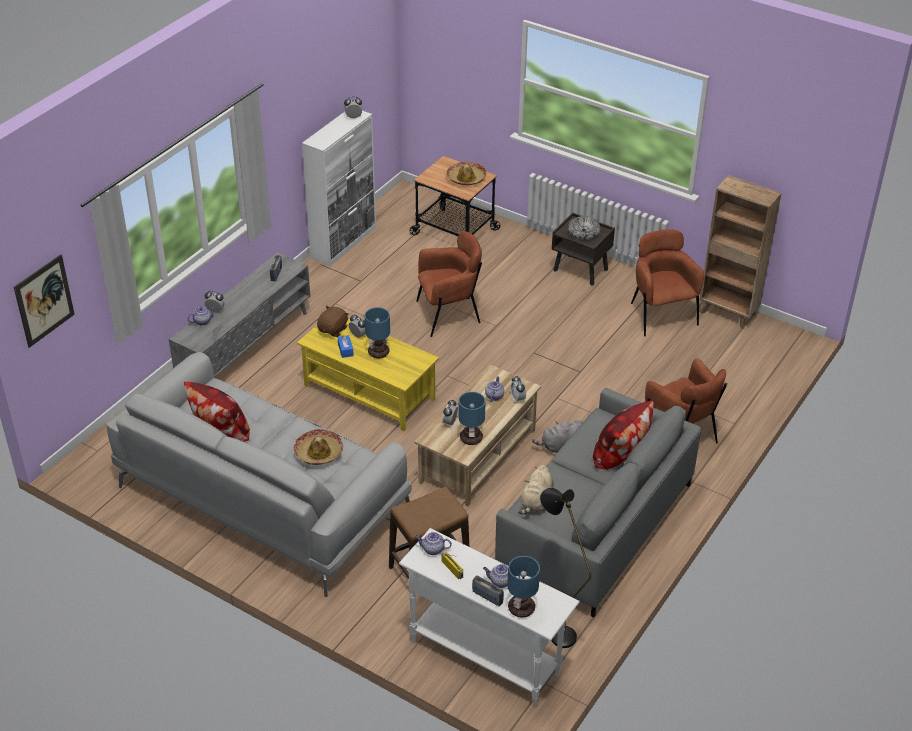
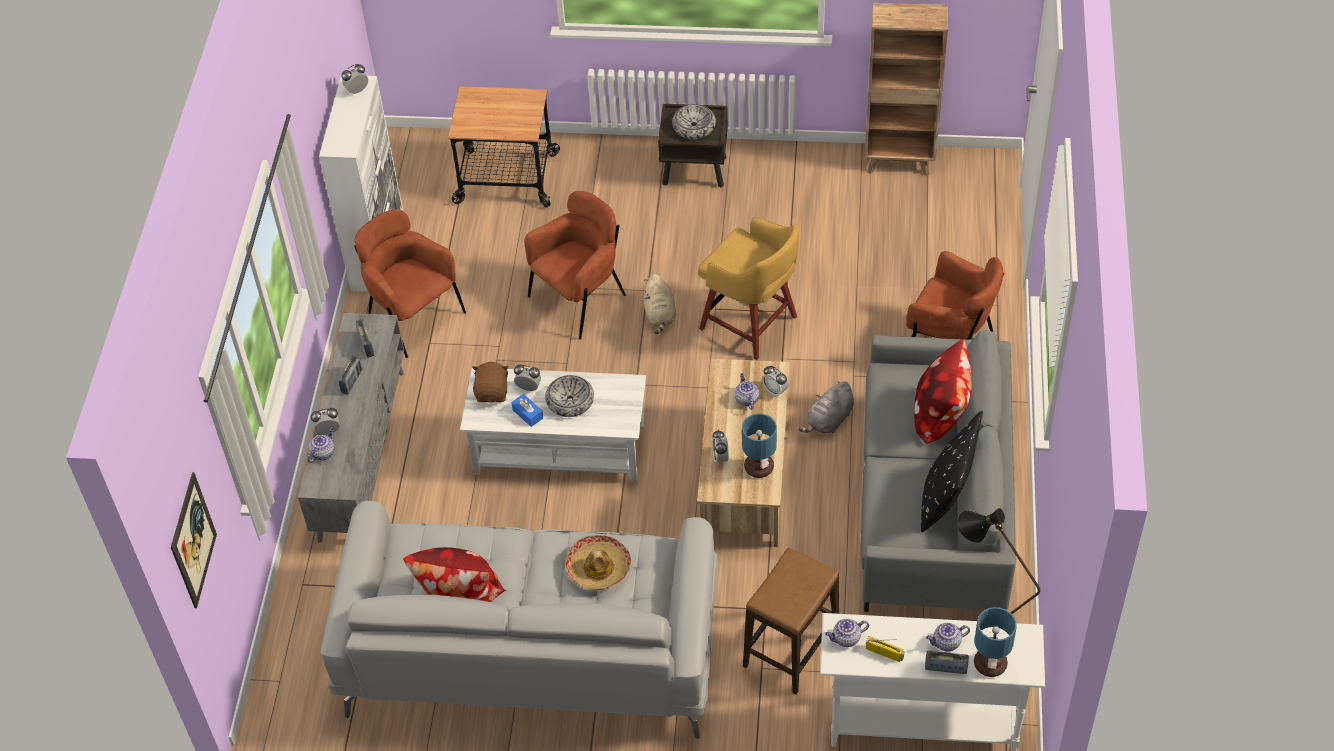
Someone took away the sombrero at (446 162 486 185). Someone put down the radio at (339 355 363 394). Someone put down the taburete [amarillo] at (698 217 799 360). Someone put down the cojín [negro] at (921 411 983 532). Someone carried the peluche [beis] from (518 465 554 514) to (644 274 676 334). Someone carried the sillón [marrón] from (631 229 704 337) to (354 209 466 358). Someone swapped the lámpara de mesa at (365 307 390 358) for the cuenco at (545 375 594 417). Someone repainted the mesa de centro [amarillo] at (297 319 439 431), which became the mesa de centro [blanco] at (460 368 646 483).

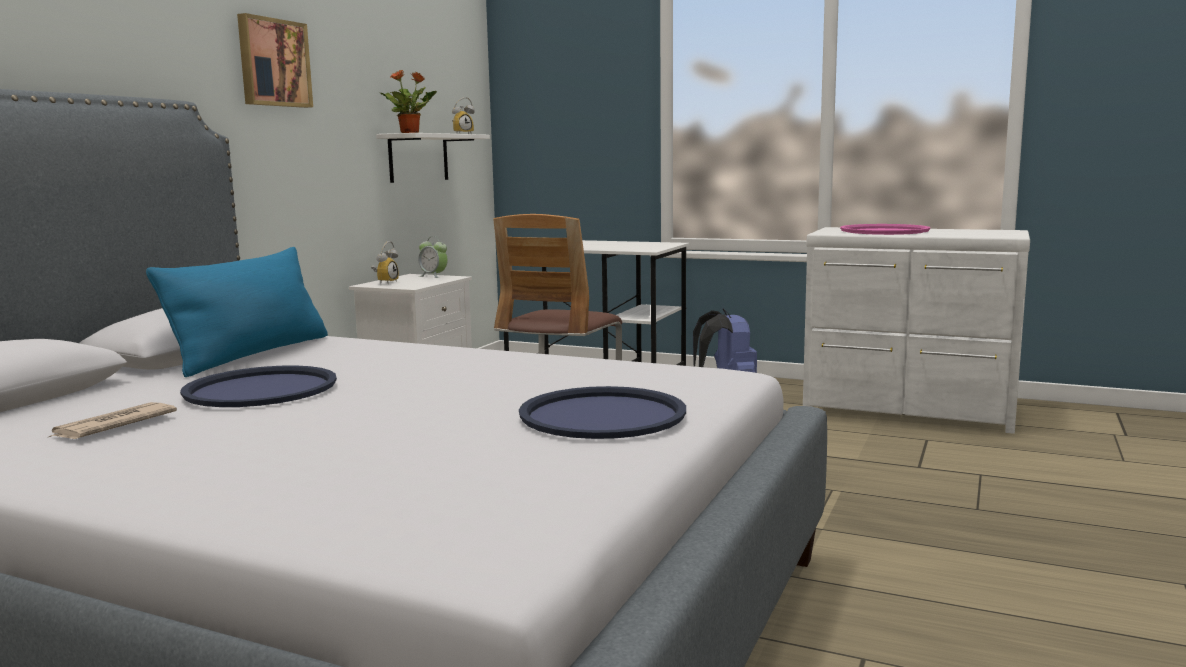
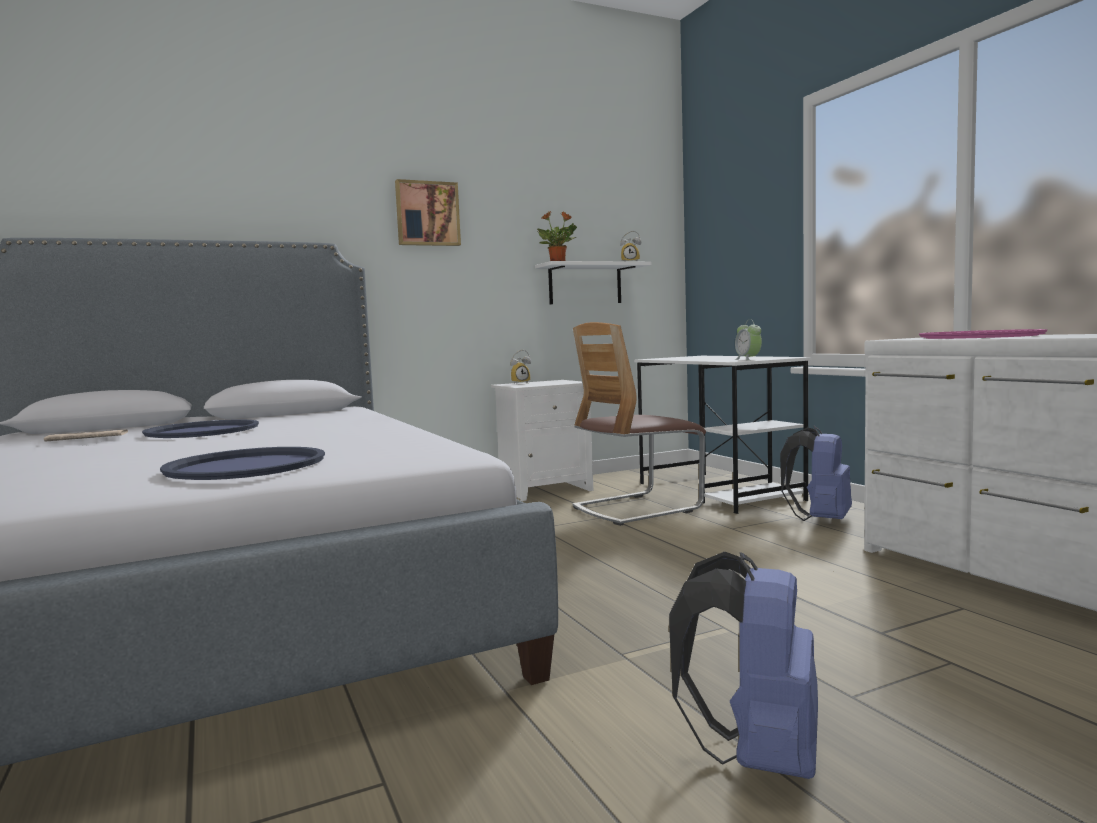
Someone took away the cojín [azul] at (146 247 328 377). Someone put down the mochila [azul] at (669 551 818 779). Someone carried the despertador from (418 236 448 278) to (735 320 762 360).

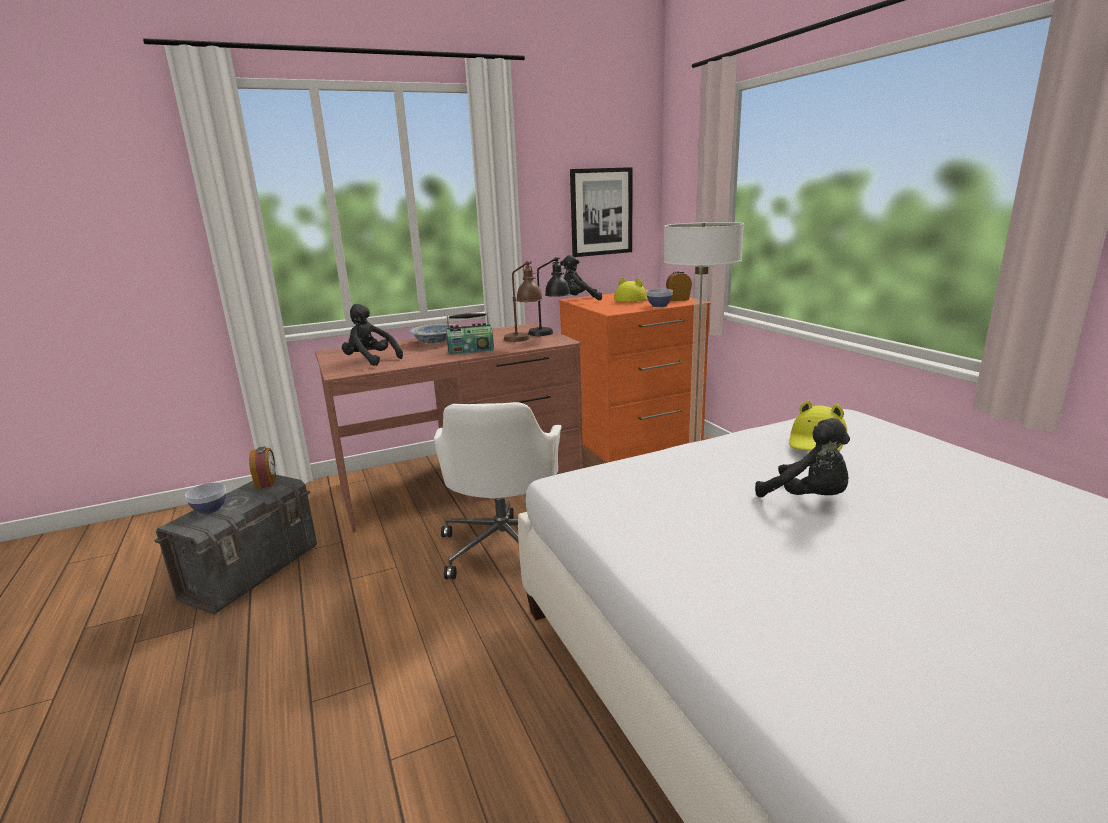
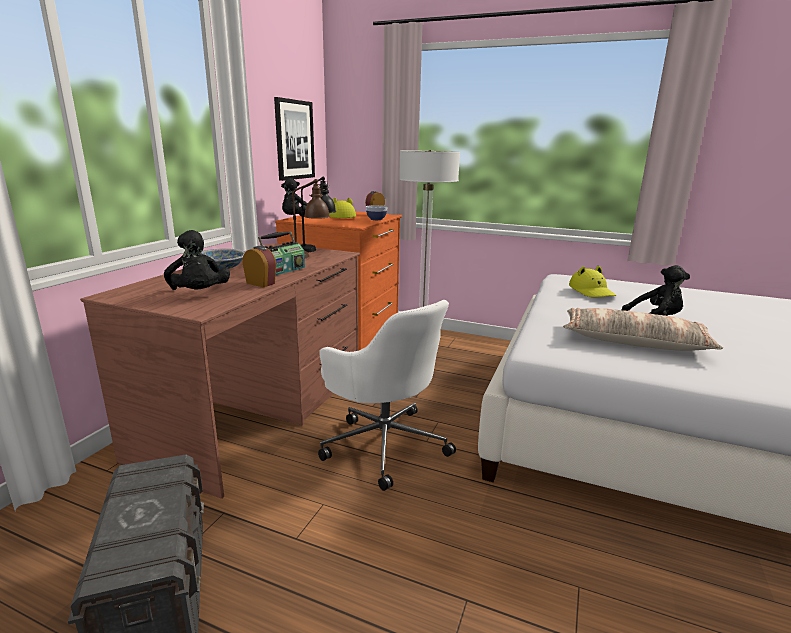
Someone took away the cuenco at (185 482 226 514). Someone put down the cojín at (563 308 723 351). Someone carried the despertador from (249 446 276 489) to (242 246 276 287). Someone rotated the peluche [negro] at (342 304 403 366) by 105 degrees counterclockwise.

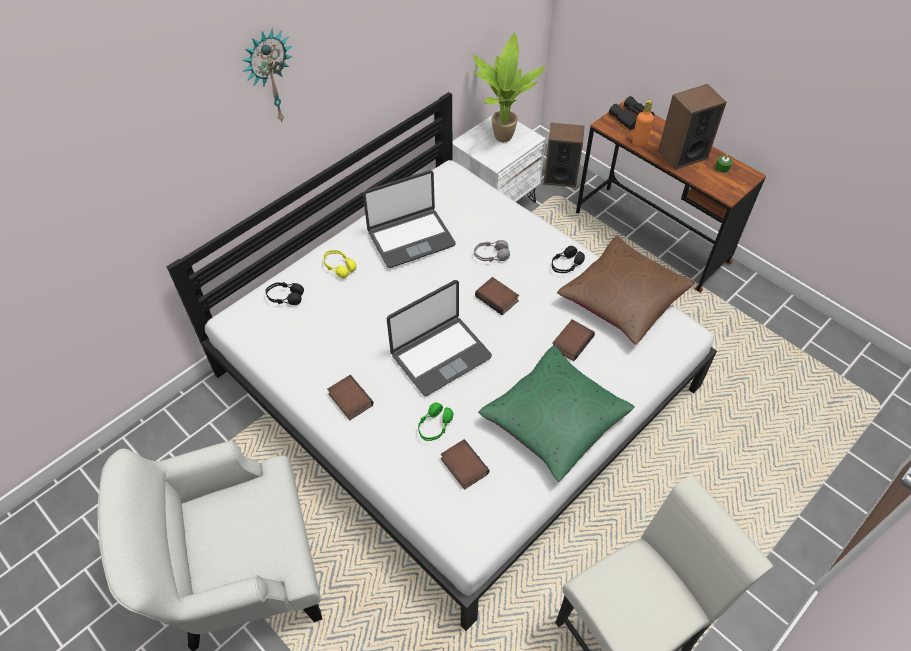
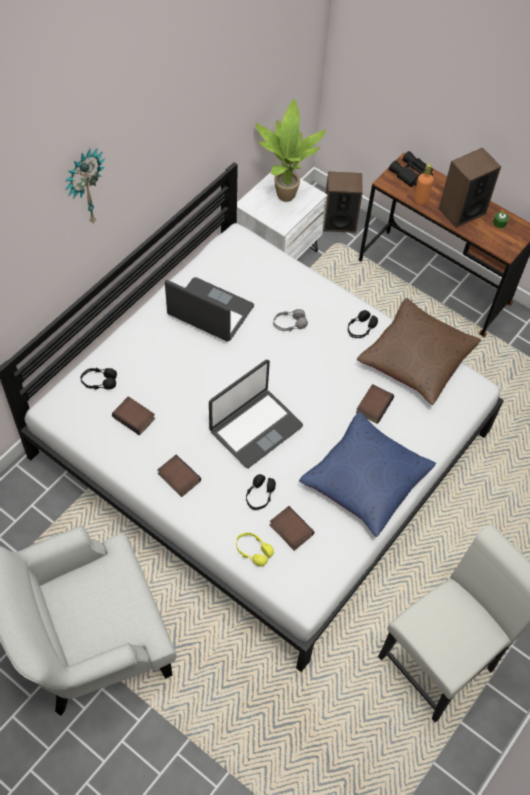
Someone carried the auriculares [amarillo] from (323 250 356 278) to (236 533 274 566). Someone carried the libro from (475 277 519 315) to (112 396 155 436). Someone repainted the auriculares [verde] at (418 402 453 441), which became the auriculares [negro] at (246 474 276 510). Someone repainted the cojín [verde] at (478 345 635 482), which became the cojín [azul] at (299 412 436 537). Someone rotated the portátil at (363 170 456 268) by 120 degrees counterclockwise.

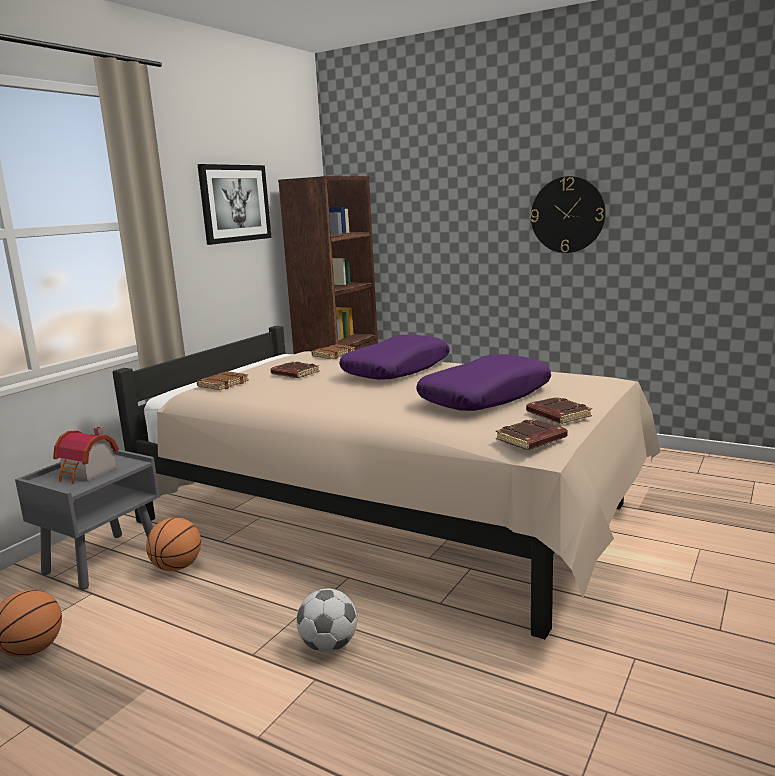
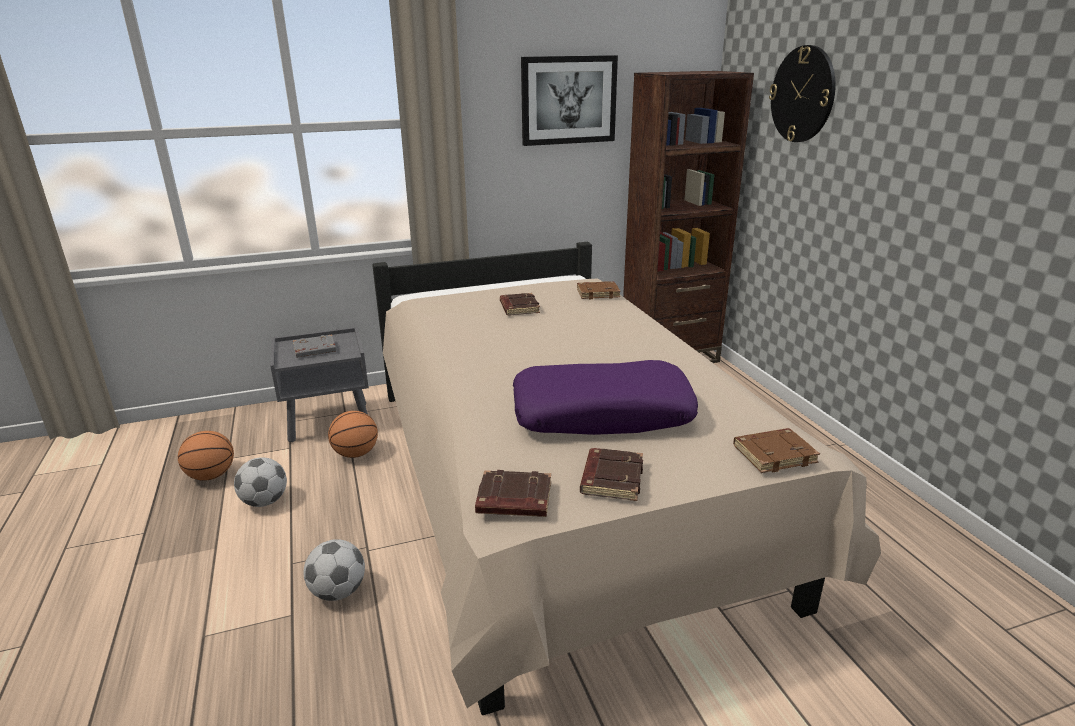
Someone took away the cojín [morado] at (339 335 450 380). Someone put down the balón de fútbol at (234 457 287 507). Someone carried the libro [marrón] from (197 371 249 390) to (733 428 820 473). Someone carried the reloj de pared from (531 176 606 253) to (769 45 836 142). Someone swapped the casita at (53 427 119 484) for the libro [gris] at (293 335 336 358).

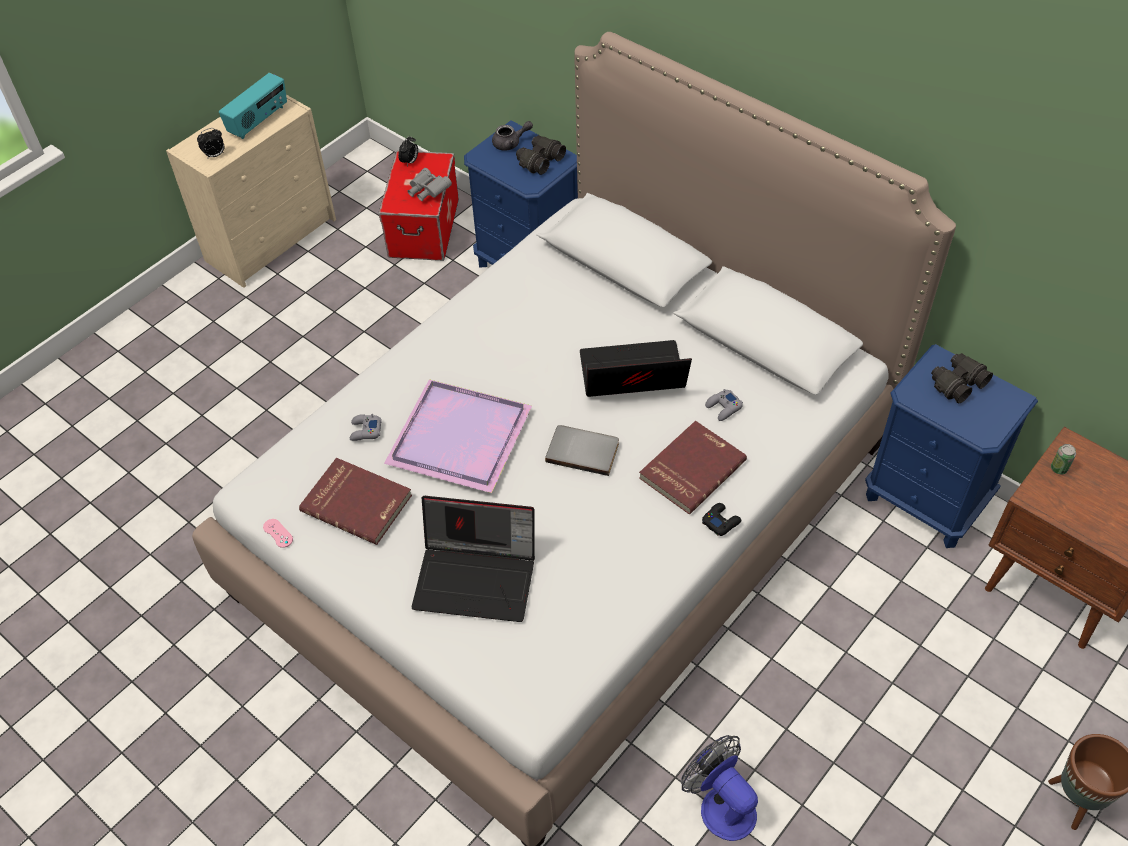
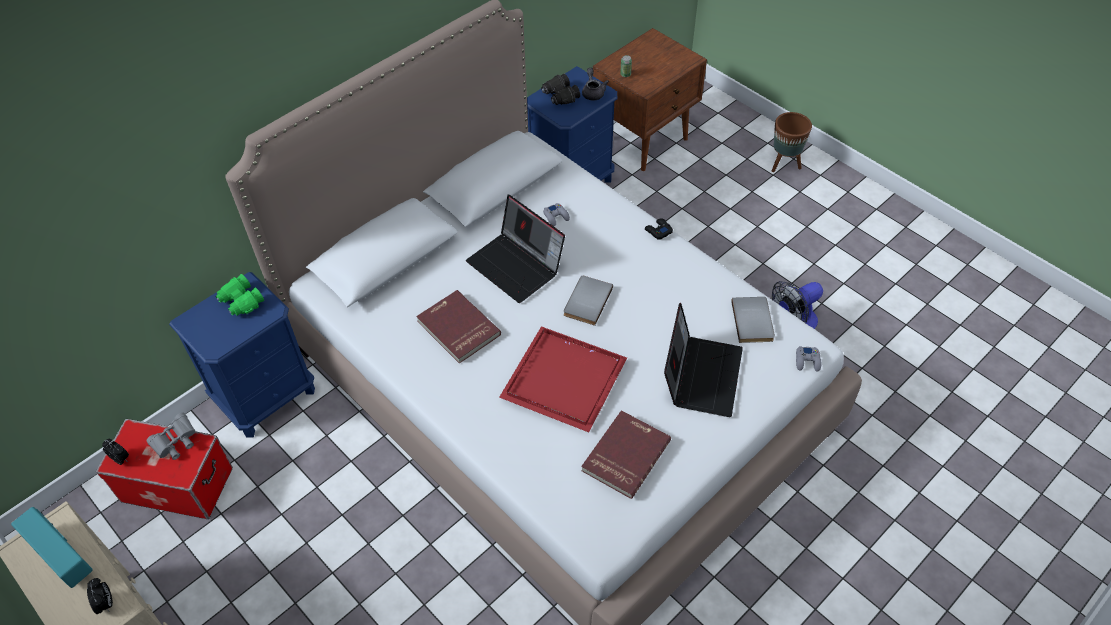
Someone took away the mando de consola [rosa] at (263 519 293 548). Someone put down the libro [gris] at (731 297 775 343). Someone carried the mando de consola [gris] from (350 414 382 441) to (796 346 821 372). Someone carried the tetera [gris] from (492 121 533 151) to (582 68 609 100). Someone carried the libro [rojo] from (639 421 747 514) to (416 290 501 364). Someone repainted the bandeja [morado] at (384 379 532 493), which became the bandeja [rojo] at (499 326 627 432). Someone repainted the prismáticos [negro] at (516 135 566 175), which became the prismáticos [verde] at (216 274 264 316). Someone rotated the portátil at (580 340 692 397) by 45 degrees counterclockwise.

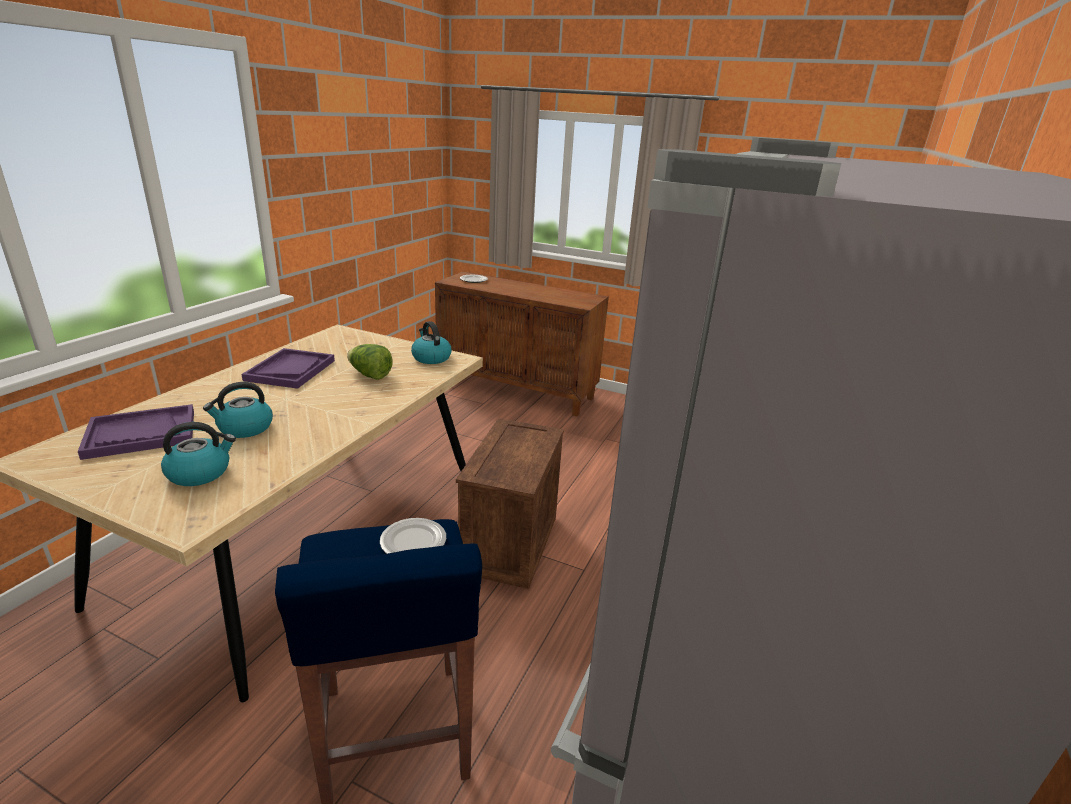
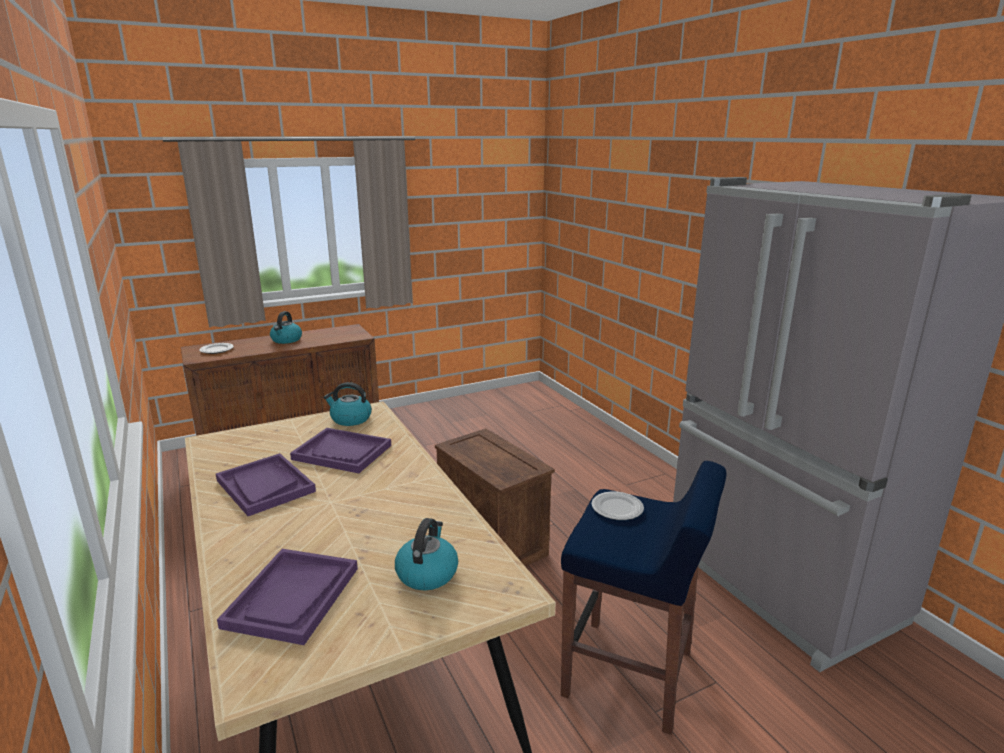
Someone carried the hervidor from (203 382 273 438) to (270 311 302 344). Someone swapped the lechuga at (347 344 393 380) for the bandeja [morado] at (290 428 391 473).

